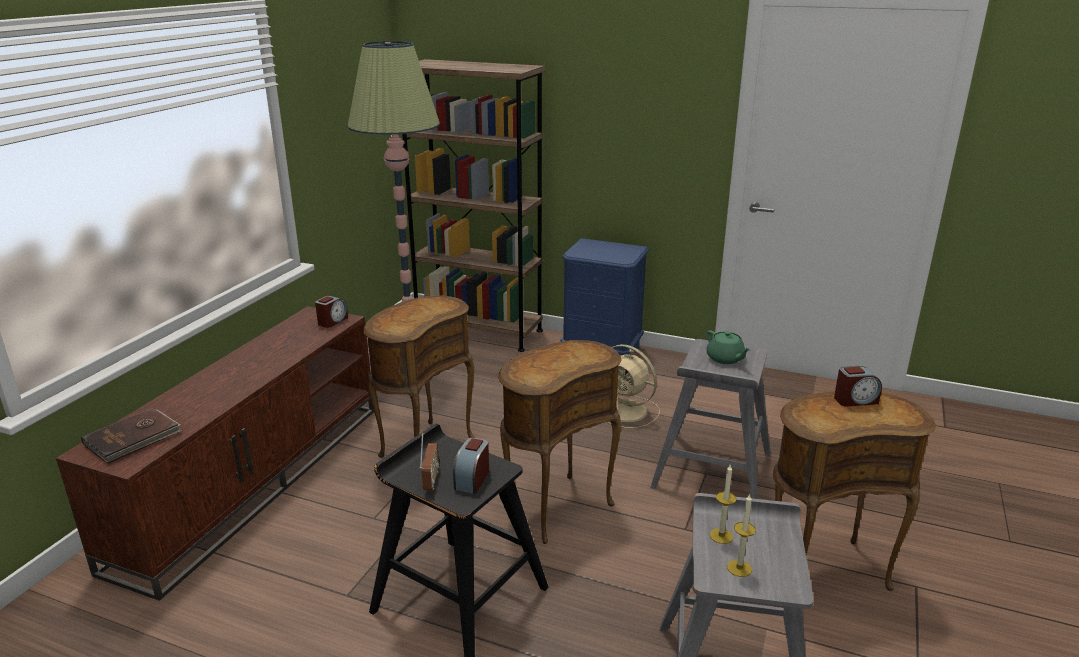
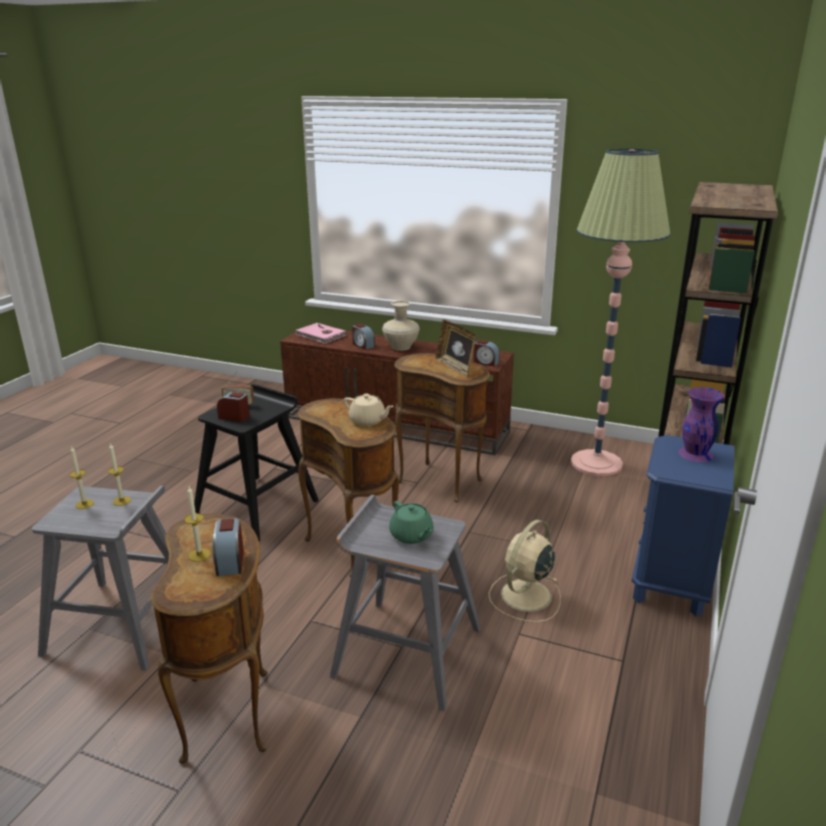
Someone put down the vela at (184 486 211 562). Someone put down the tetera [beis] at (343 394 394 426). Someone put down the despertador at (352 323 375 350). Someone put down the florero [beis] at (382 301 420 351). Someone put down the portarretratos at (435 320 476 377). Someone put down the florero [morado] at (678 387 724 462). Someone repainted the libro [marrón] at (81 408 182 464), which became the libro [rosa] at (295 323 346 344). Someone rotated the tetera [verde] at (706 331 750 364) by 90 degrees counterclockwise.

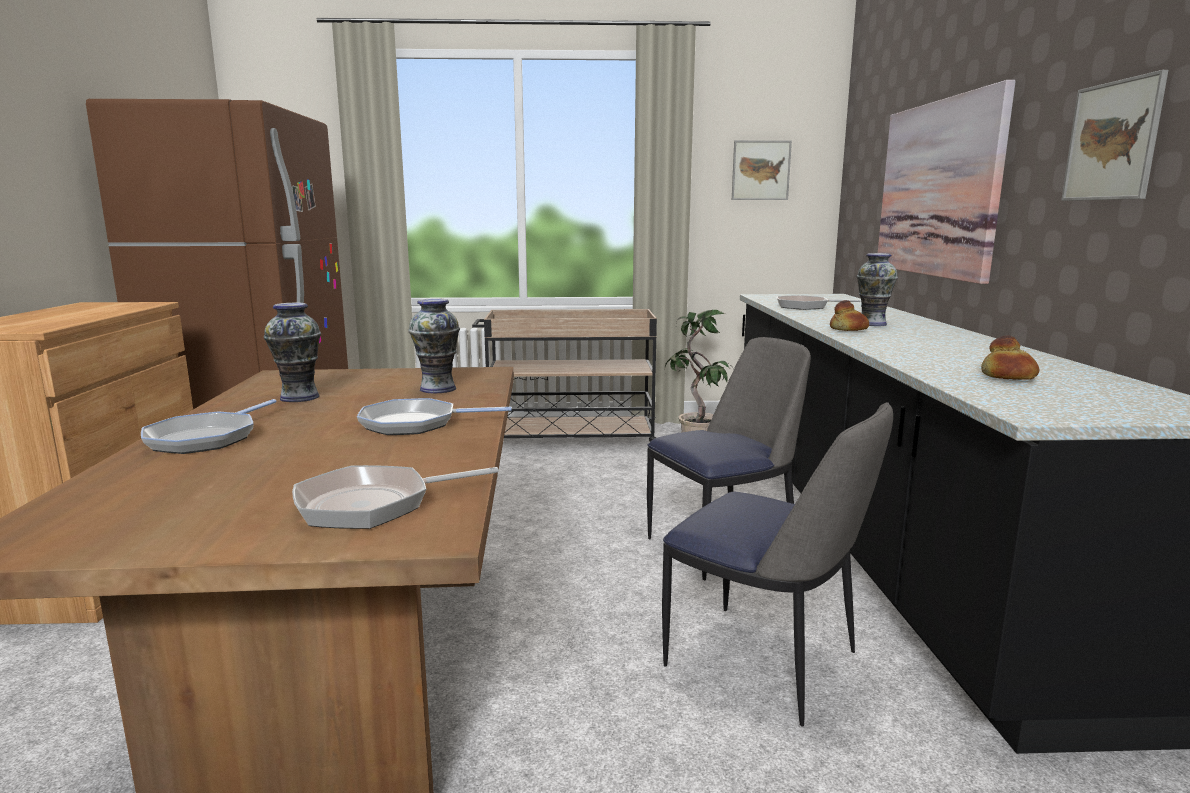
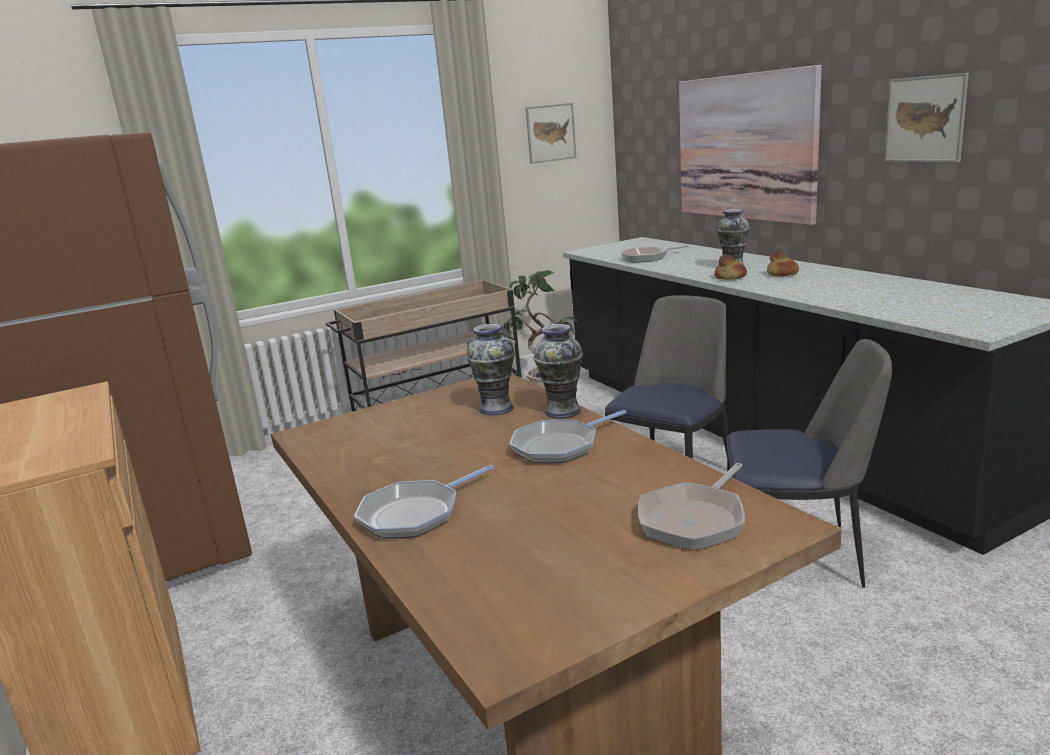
Someone carried the florero from (264 303 321 402) to (534 324 583 419). Someone carried the pan from (981 336 1039 380) to (767 250 799 276). Someone rotated the sartén at (141 399 277 454) by 60 degrees clockwise.

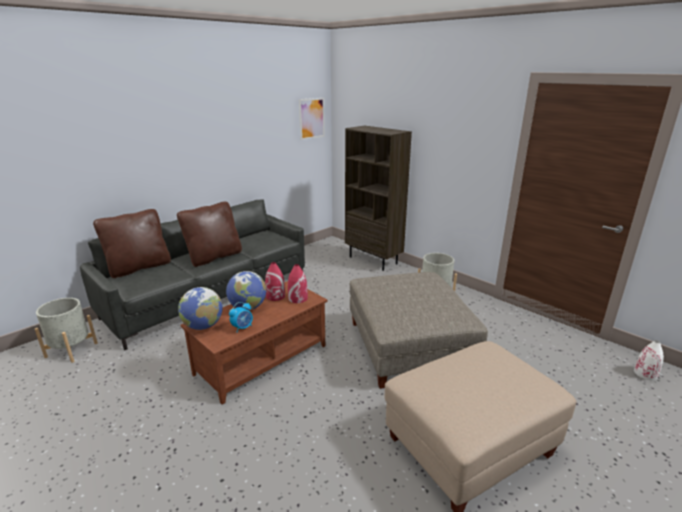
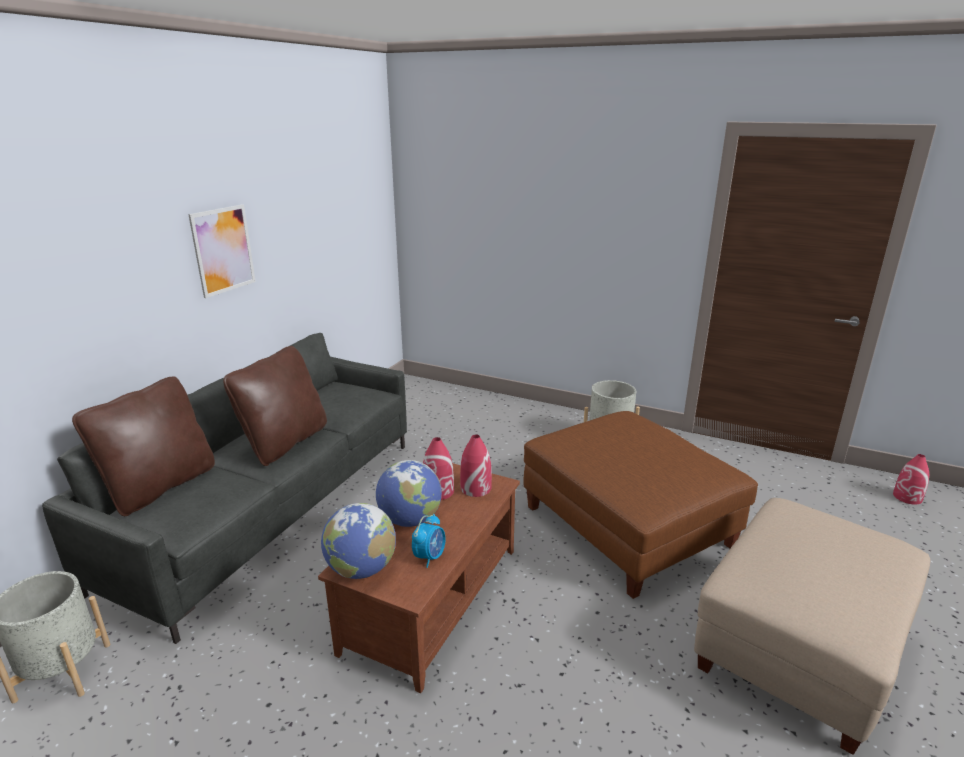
Someone took away the estantería [marrón] at (345 126 412 271). Someone carried the cuadro from (299 98 325 140) to (188 204 256 298). Someone repainted the puf [gris] at (350 272 488 389), which became the puf [marrón] at (524 411 758 599). Someone repainted the florero [blanco] at (634 340 664 380), which became the florero [rojo] at (893 454 929 505).

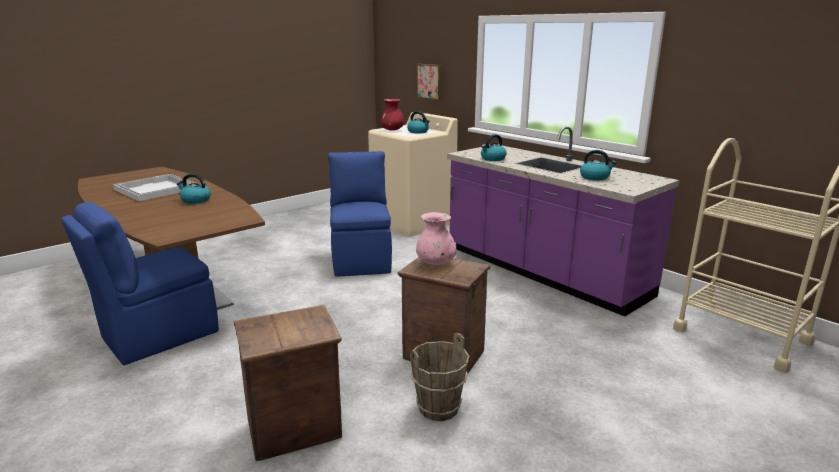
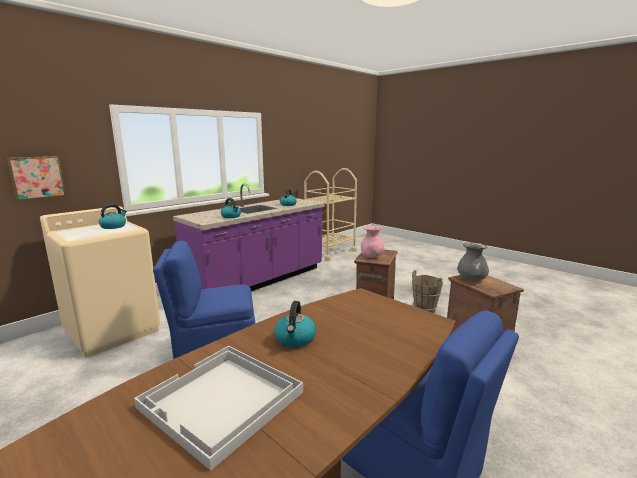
Someone took away the florero [rojo] at (381 99 404 131). Someone put down the florero [gris] at (458 242 489 281).

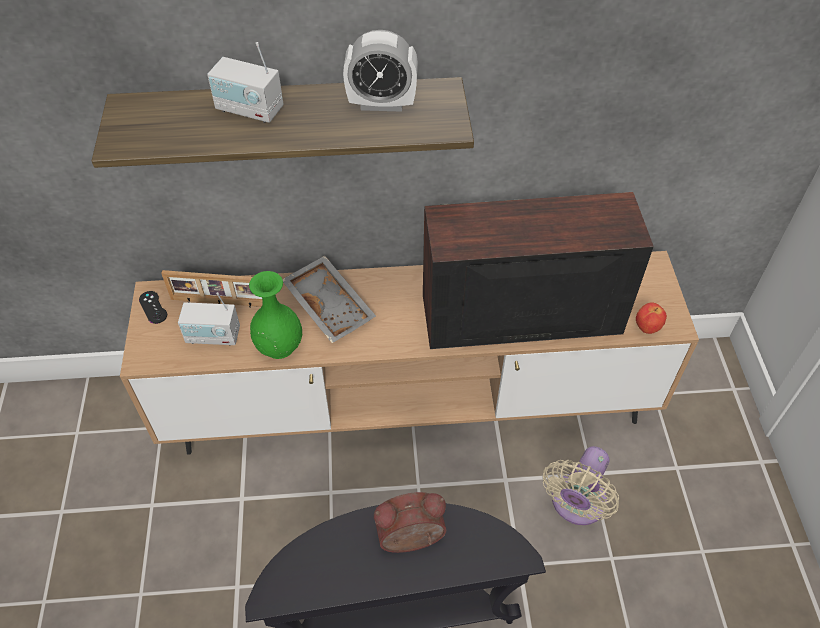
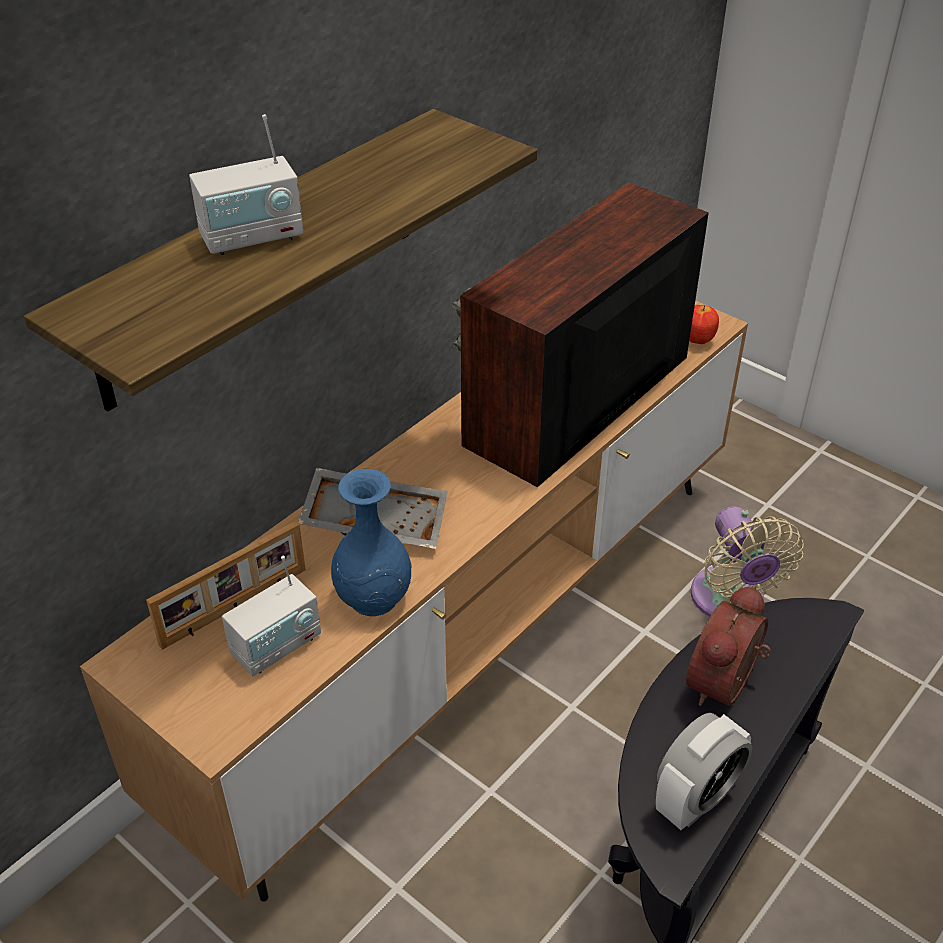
Someone took away the mando de consola [negro] at (139 291 167 324). Someone carried the despertador from (343 30 418 112) to (656 713 752 830). Someone repainted the florero [verde] at (249 271 302 359), which became the florero [azul] at (331 469 412 616).

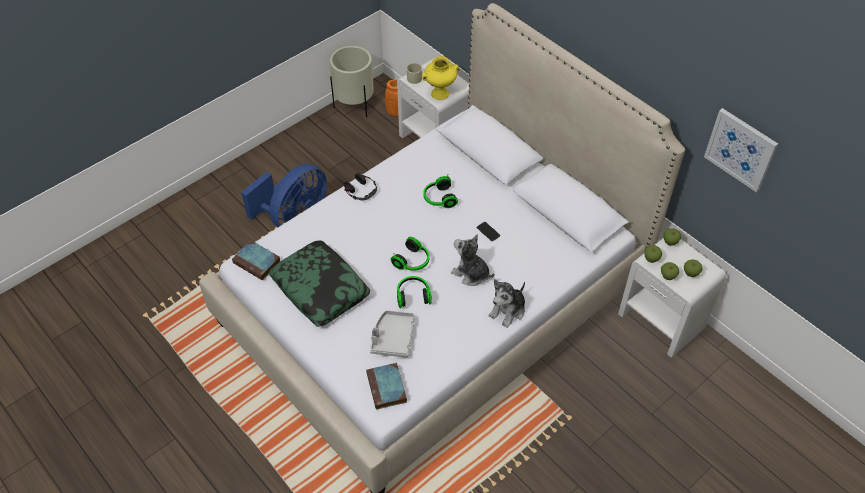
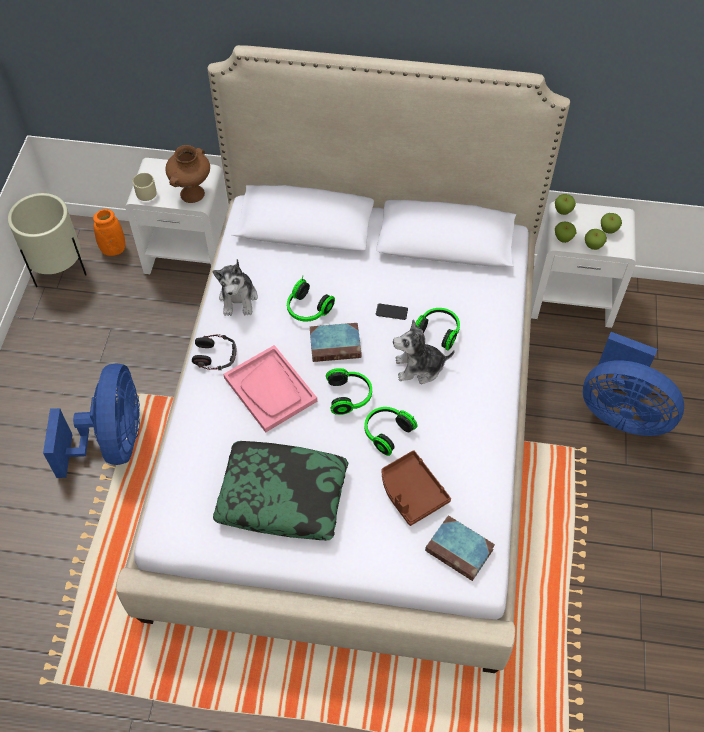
Someone took away the cuadro at (704 108 778 192). Someone put down the bandeja [rosa] at (223 345 317 433). Someone put down the auriculares at (416 308 460 351). Someone put down the ventilador [azul] at (583 332 684 436). Someone carried the libro from (232 240 280 280) to (310 323 361 362). Someone carried the peluche from (489 279 525 328) to (212 259 258 316). Someone repainted the bandeja [gris] at (370 310 415 357), which became the bandeja [marrón] at (382 450 451 526). Someone repainted the florero [amarillo] at (422 56 459 100), which became the florero [marrón] at (165 145 210 203).

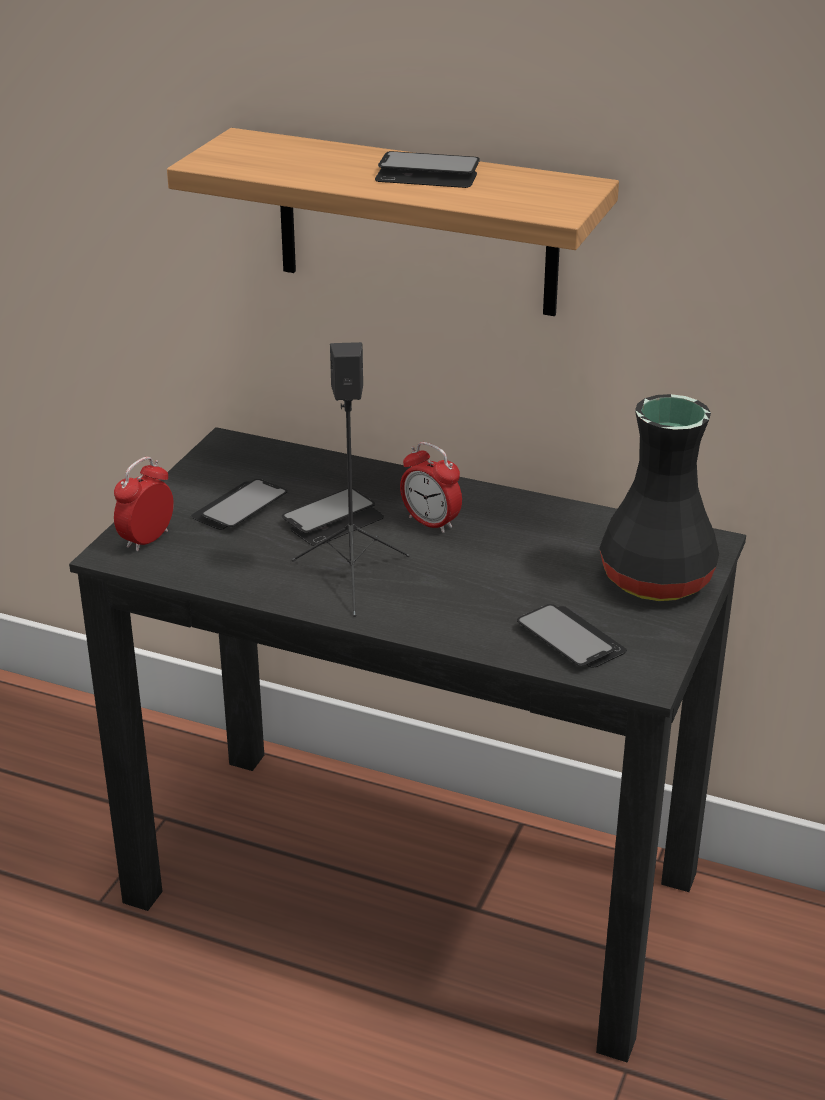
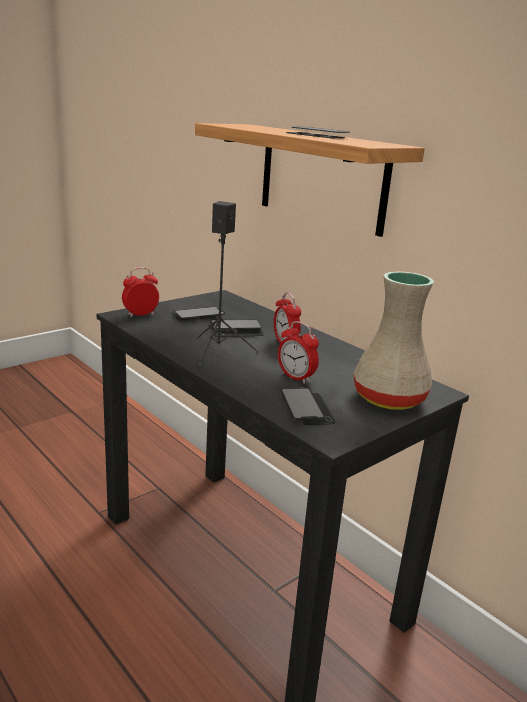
Someone put down the despertador at (278 321 319 384). Someone repainted the florero [negro] at (599 394 719 601), which became the florero [beis] at (353 271 434 410).

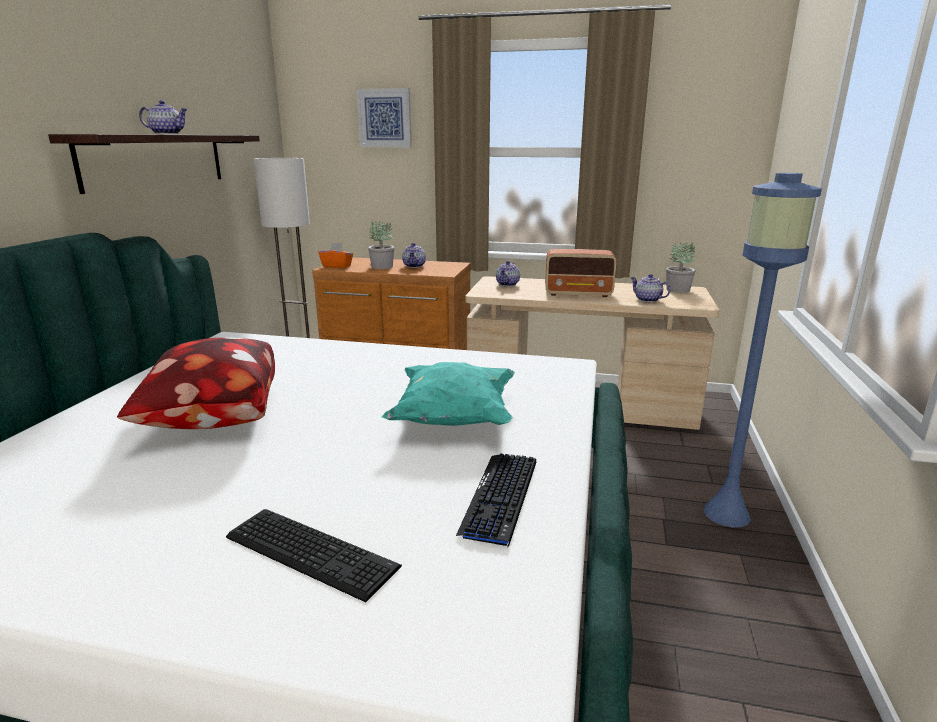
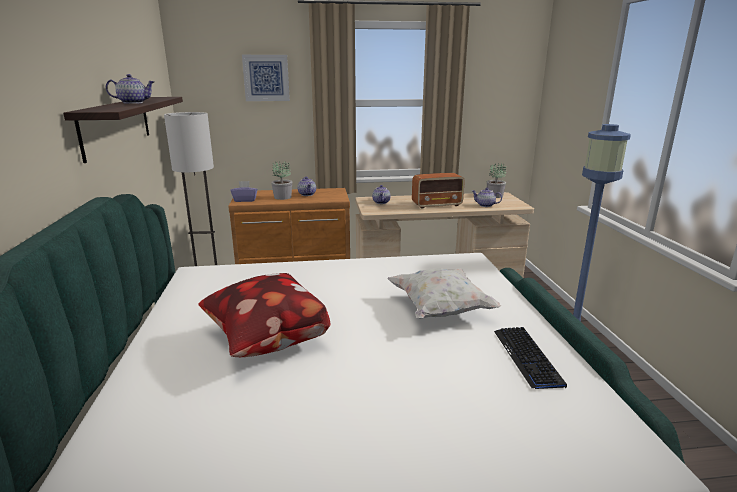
Someone took away the teclado at (226 509 402 602). Someone repainted the caja de pañuelos [naranja] at (319 242 353 268), which became the caja de pañuelos [morado] at (231 181 258 202). Someone repainted the cojín [turquesa] at (381 362 515 426), which became the cojín [blanco] at (387 268 501 319).

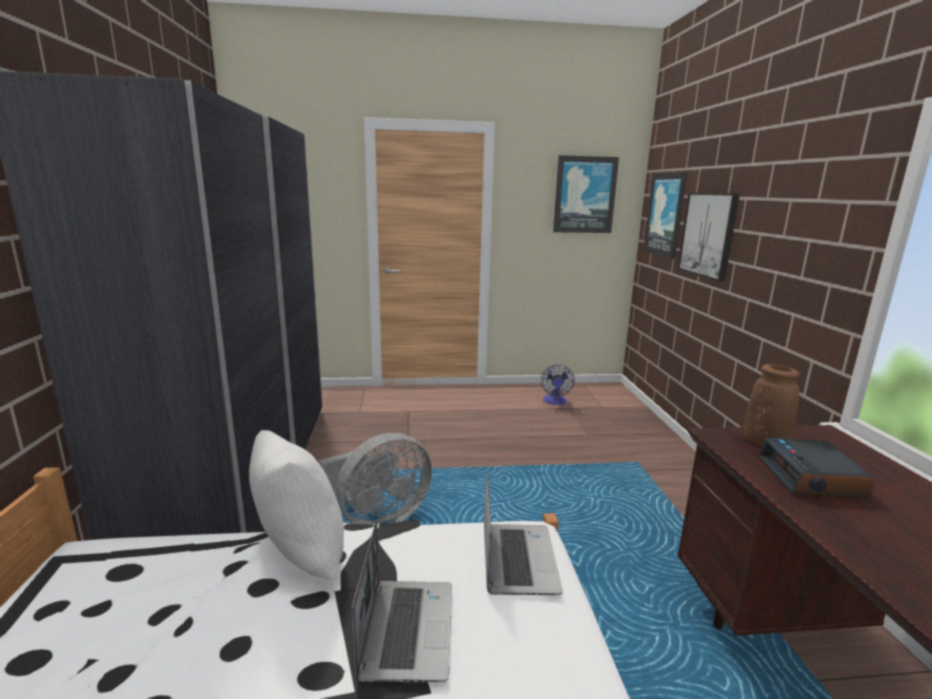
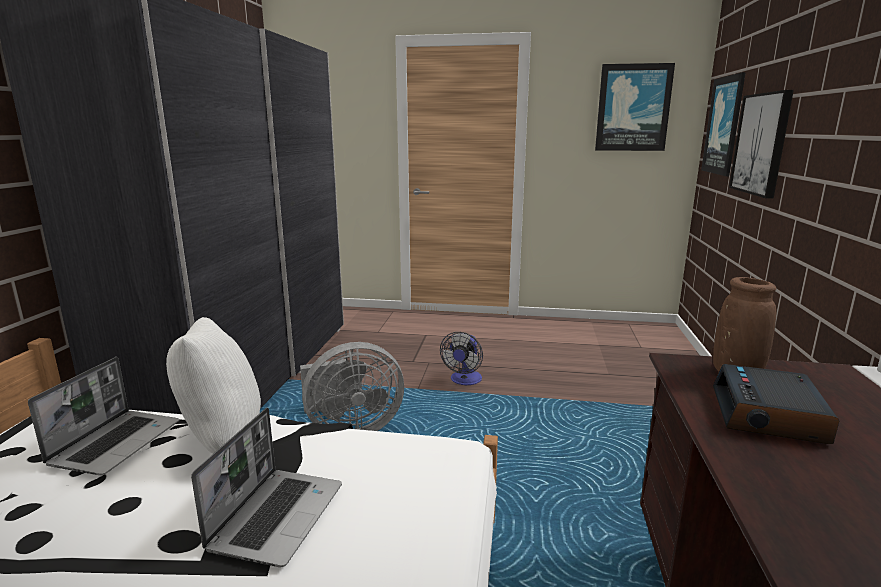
Someone carried the portátil from (484 473 563 595) to (28 357 180 475). Someone carried the ventilador from (541 365 575 405) to (440 332 483 385).

